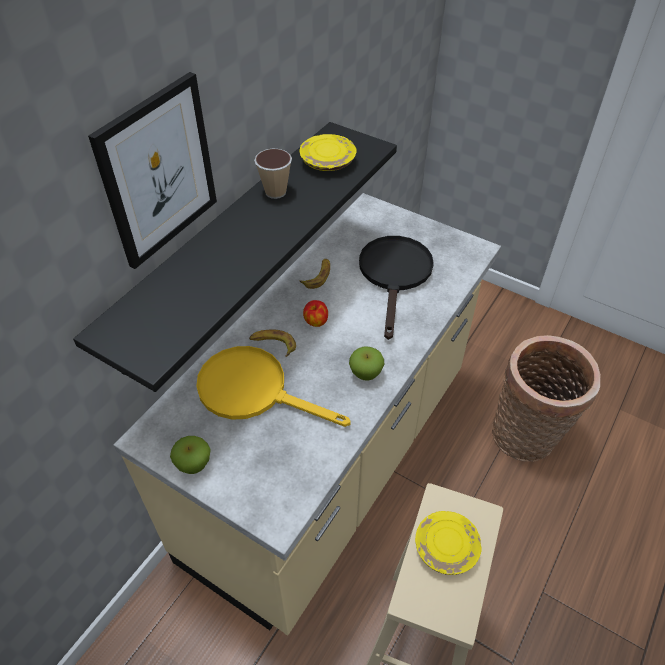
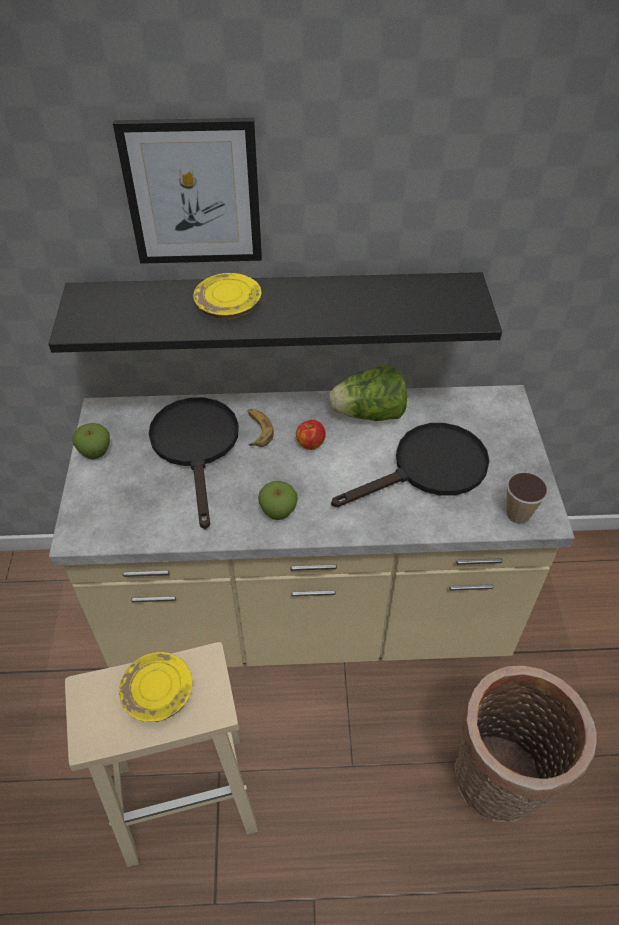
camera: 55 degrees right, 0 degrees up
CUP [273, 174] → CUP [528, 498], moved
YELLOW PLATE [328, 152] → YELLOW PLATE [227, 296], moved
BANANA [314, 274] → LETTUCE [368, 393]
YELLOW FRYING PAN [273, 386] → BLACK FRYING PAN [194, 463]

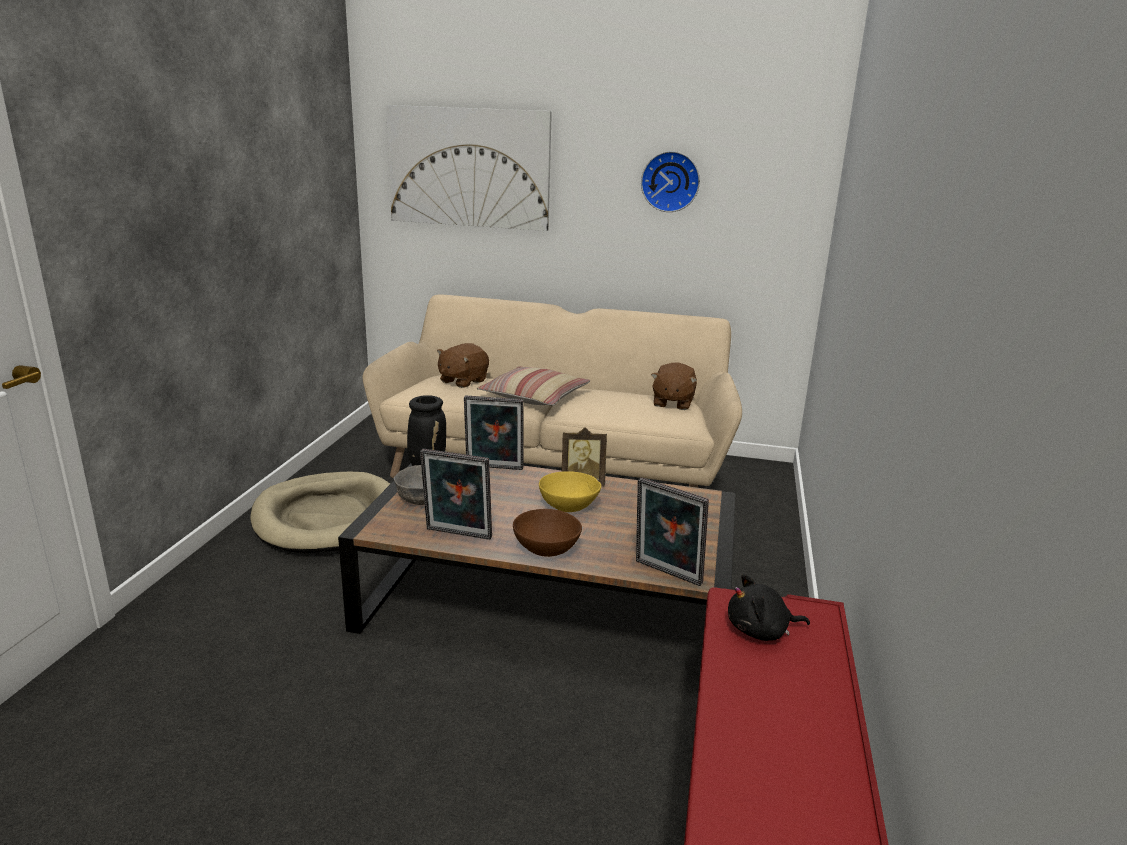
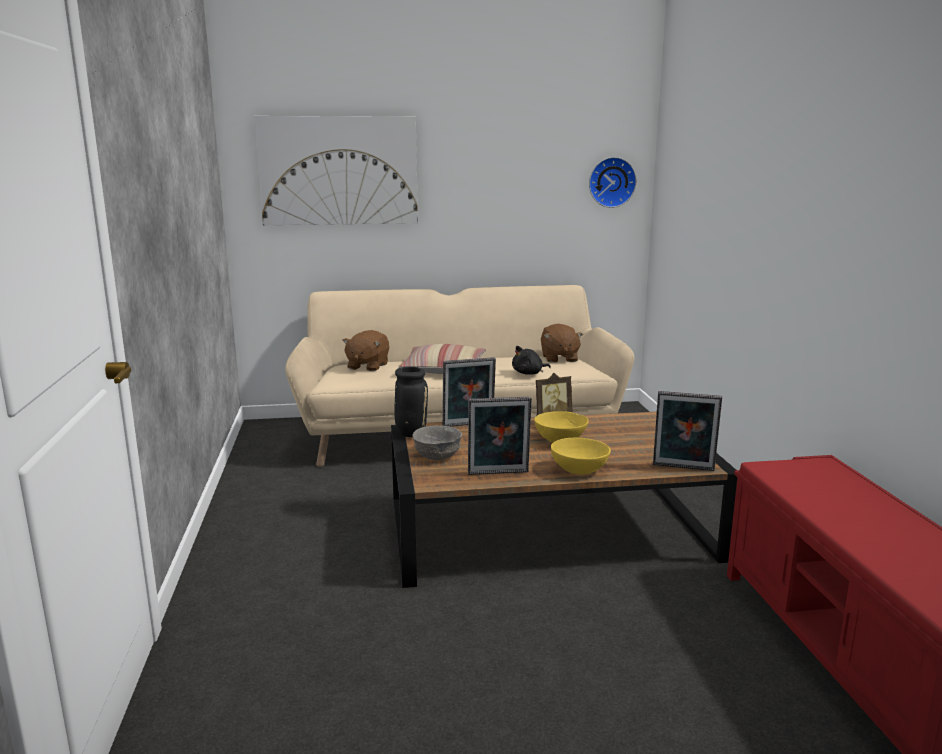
camera: 20 degrees left, 5 degrees down
BEIGE DOG BED [320, 512] → -
WALL CLOCK [670, 181] → WALL CLOCK [613, 182], moved
BLACK PLUSH TOY [769, 607] → BLACK PLUSH TOY [531, 360], moved
BROWN BOWL [547, 533] → YELLOW BOWL [581, 456]

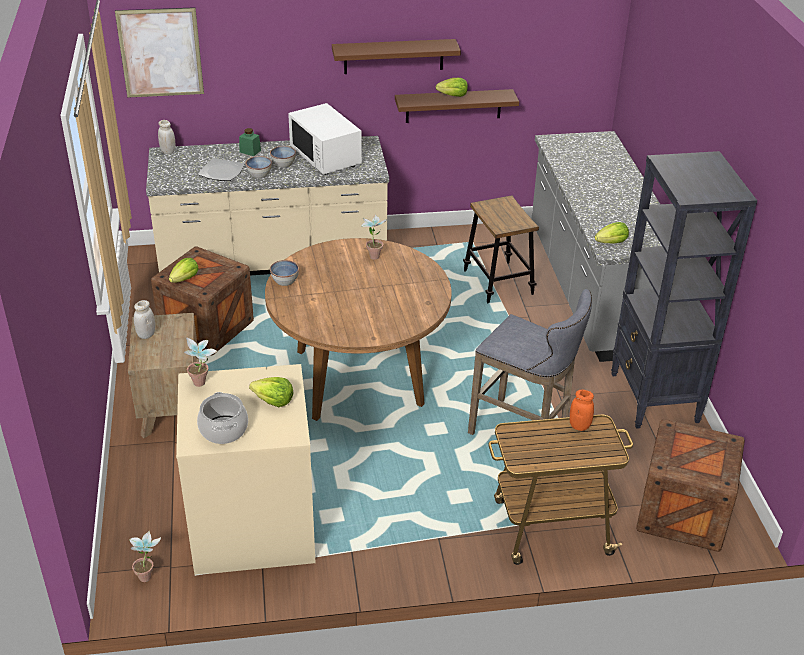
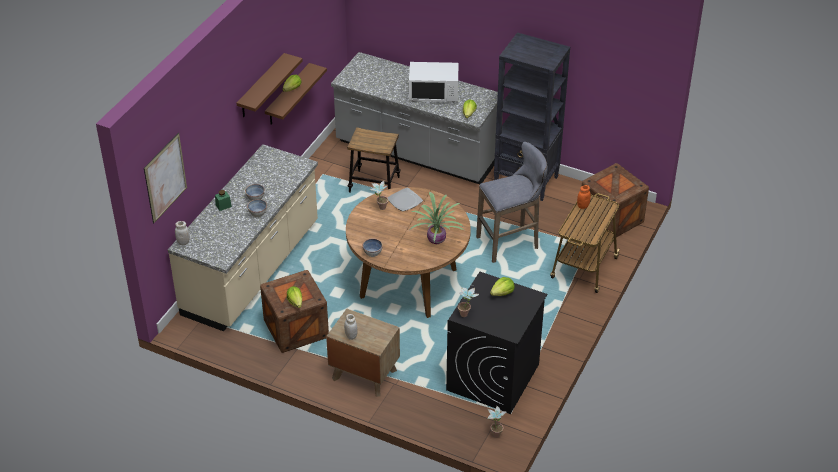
camera: 55 degrees left, 5 degrees up
COOKING POT [222, 418] → -
- → POTTED PLANT [437, 217]
PLATE [221, 169] → PLATE [405, 199], moved
WHITE MICROWAVE [325, 139] → WHITE MICROWAVE [434, 82], moved
BEIGE WASHING MACHINE [246, 469] → BLACK WASHING MACHINE [496, 343]

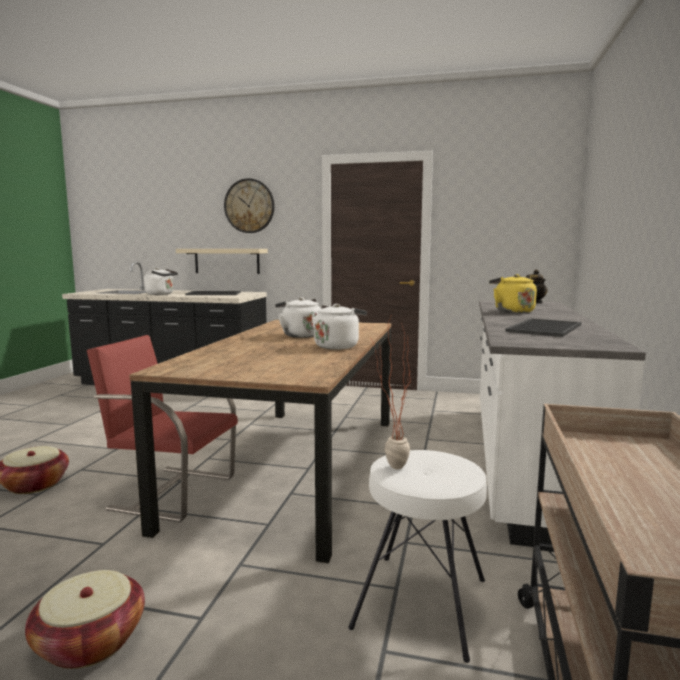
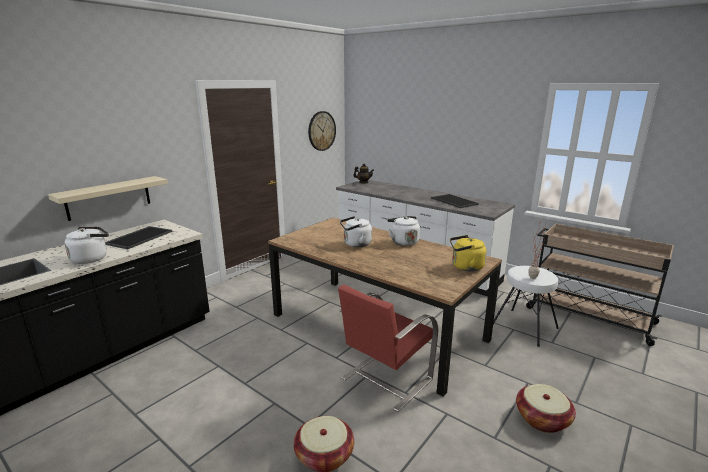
camera: 65 degrees left, 10 degrees up
WALL CLOCK [249, 205] → WALL CLOCK [322, 131], moved
YELLOW KETTLE [513, 293] → YELLOW KETTLE [468, 253], moved

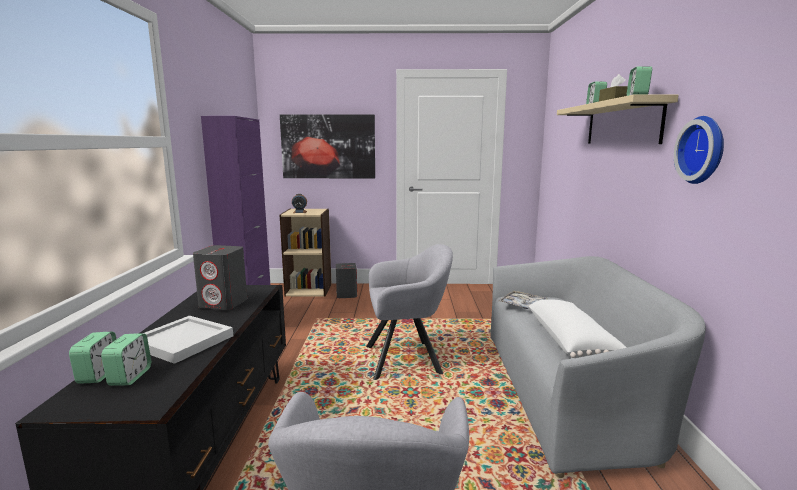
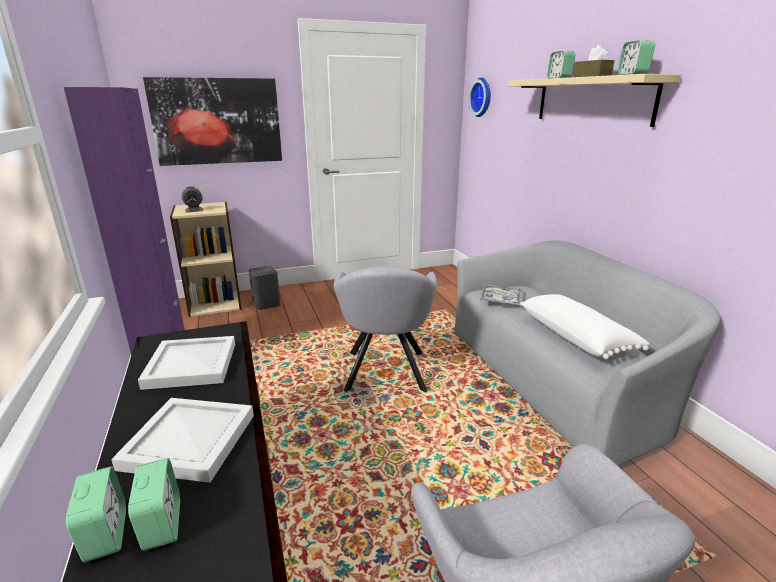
camera: 20 degrees left, 10 degrees up
WALL CLOCK [699, 150] → WALL CLOCK [480, 97], moved
GREY SPEAKER [220, 277] → WHITE TRAY [186, 363]
GREY ARMCHAIR [409, 312] → GREY ARMCHAIR [385, 329], 120 degrees clockwise

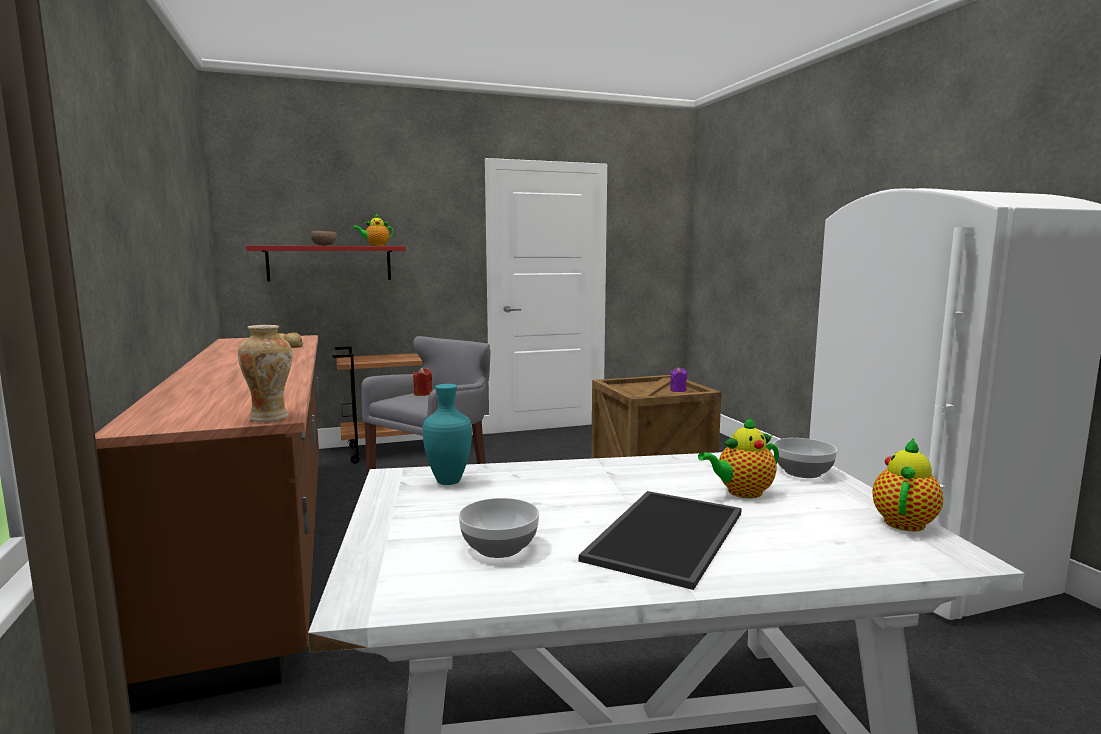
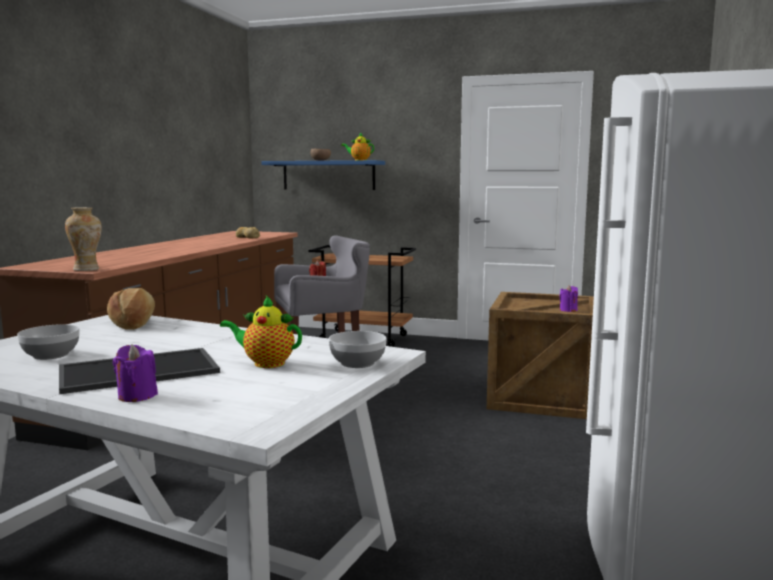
camera: 35 degrees right, 0 degrees up
TEAPOT [908, 484] → -
- → PURPLE CANDLE [135, 373]
TURQUOISE VASE [447, 434] → BREAD [131, 309]
RED SHELF [326, 263] → BLUE SHELF [323, 175]

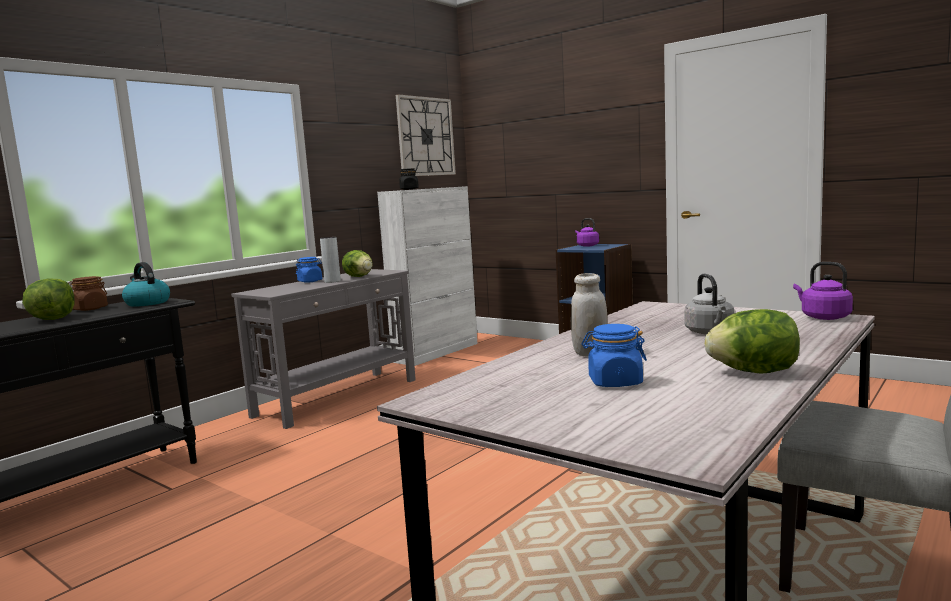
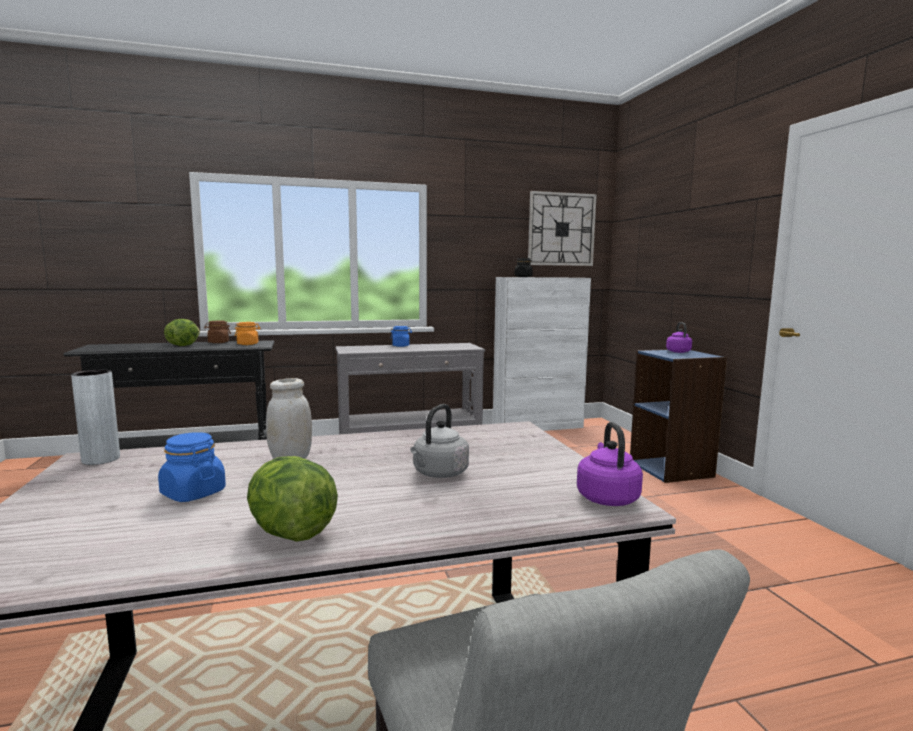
camera: 35 degrees right, 0 degrees up
LETTUCE [357, 263] → -
GREY VASE [330, 260] → GREY VASE [95, 417], moved
KETTLE [146, 284] → ORANGE JAR [247, 333]

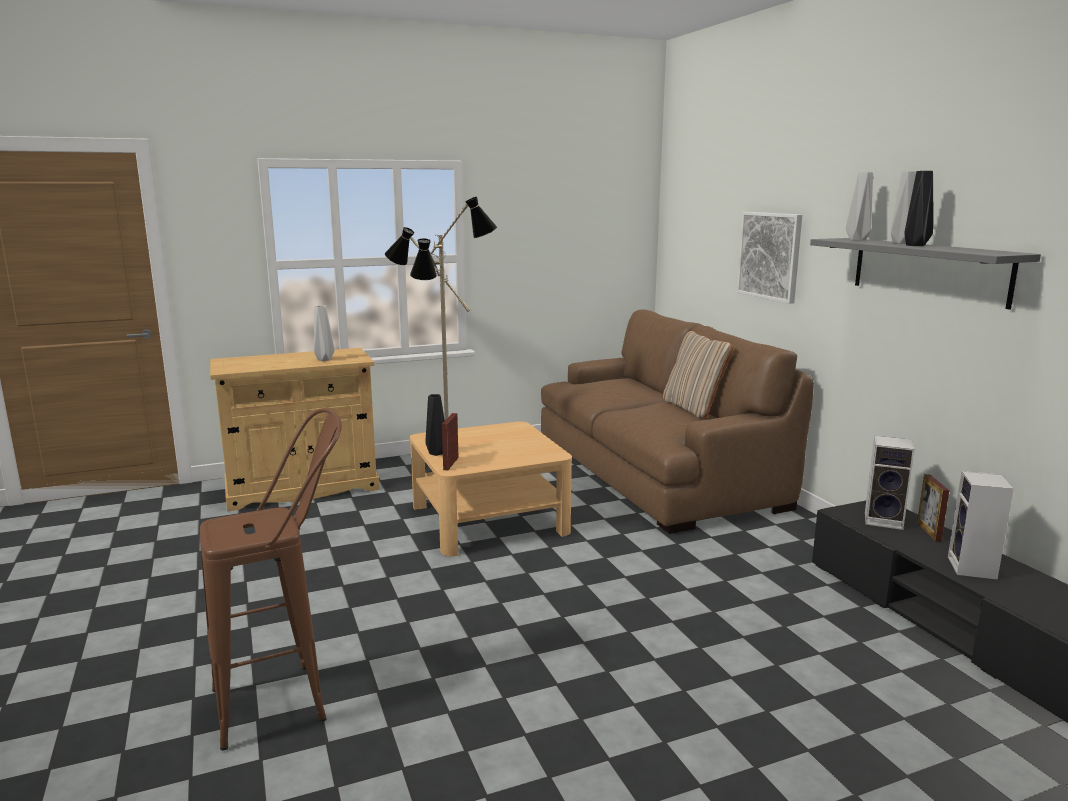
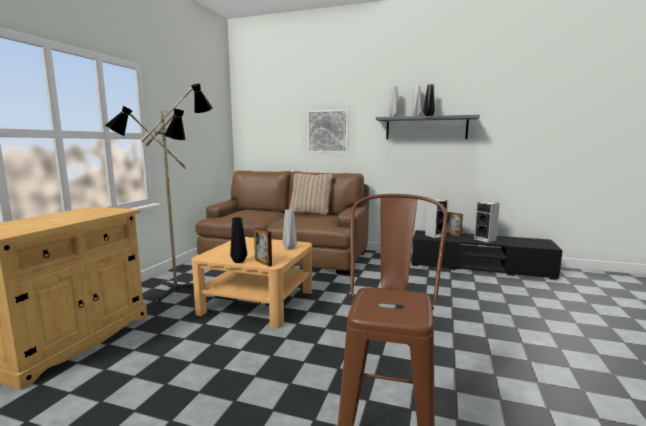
camera: 50 degrees left, 5 degrees down
GREY VASE [324, 333] → GREY VASE [289, 229], moved

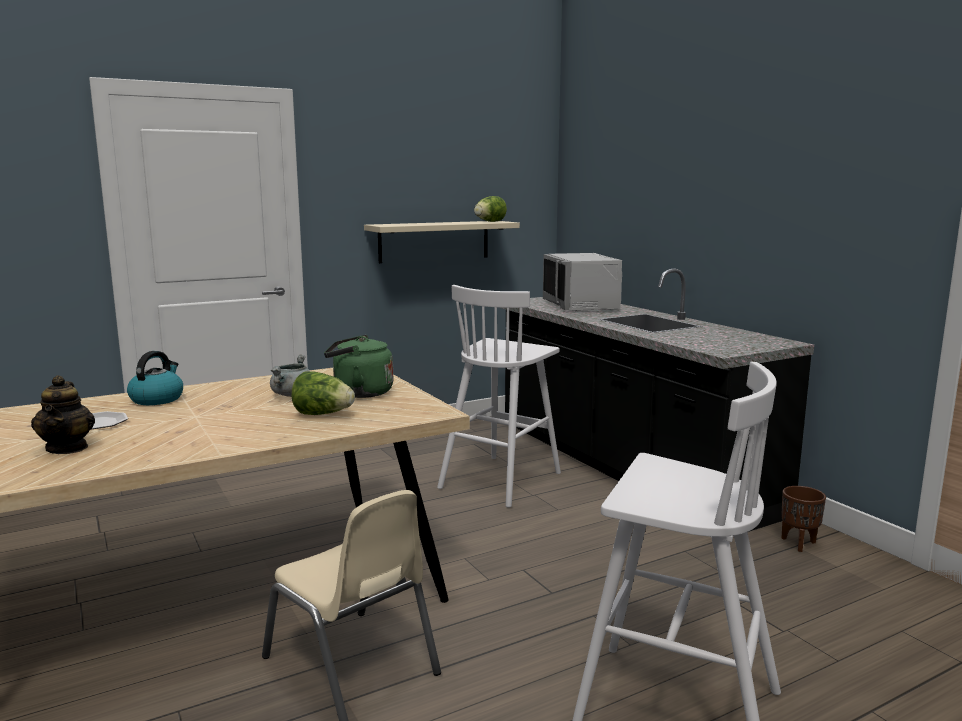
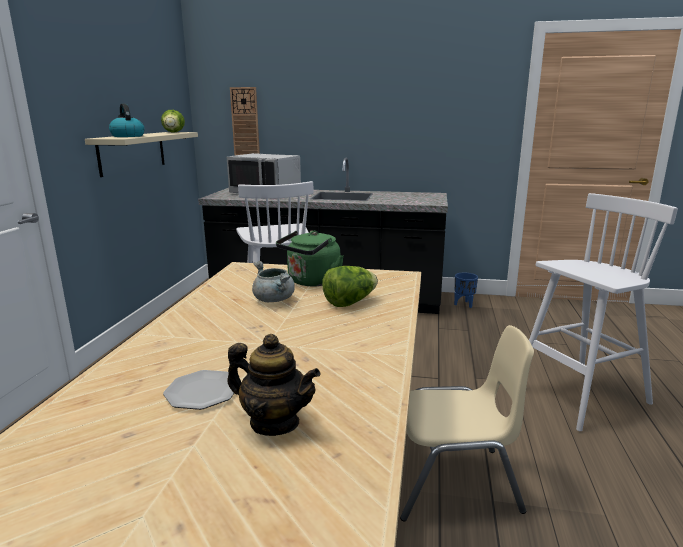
camera: 50 degrees left, 5 degrees up
- → WALL CLOCK [245, 121]
KETTLE [155, 378] → KETTLE [127, 120], moved
BROWN PLANTER [803, 519] → BLUE PLANTER [466, 290]

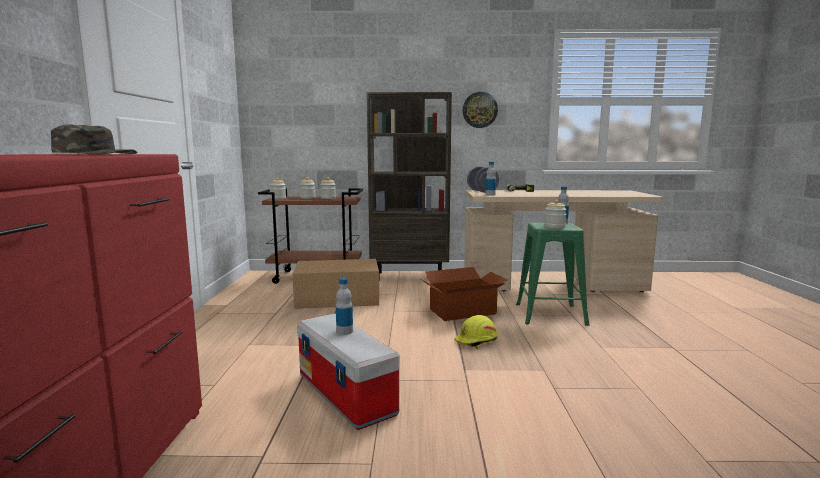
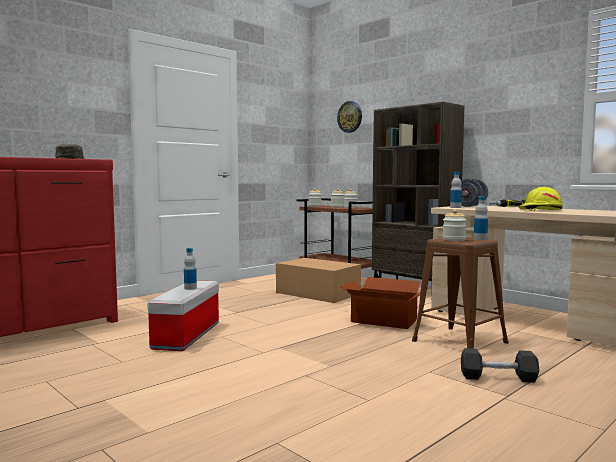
camera: 45 degrees right, 5 degrees down
- → GREY DUMBBELL [500, 365]
YELLOW HARD HAT [476, 332] → YELLOW HARD HAT [540, 199], moved
WALL CLOCK [480, 110] → WALL CLOCK [349, 117], moved
GREEN STOOL [552, 274] → BROWN STOOL [460, 292]

